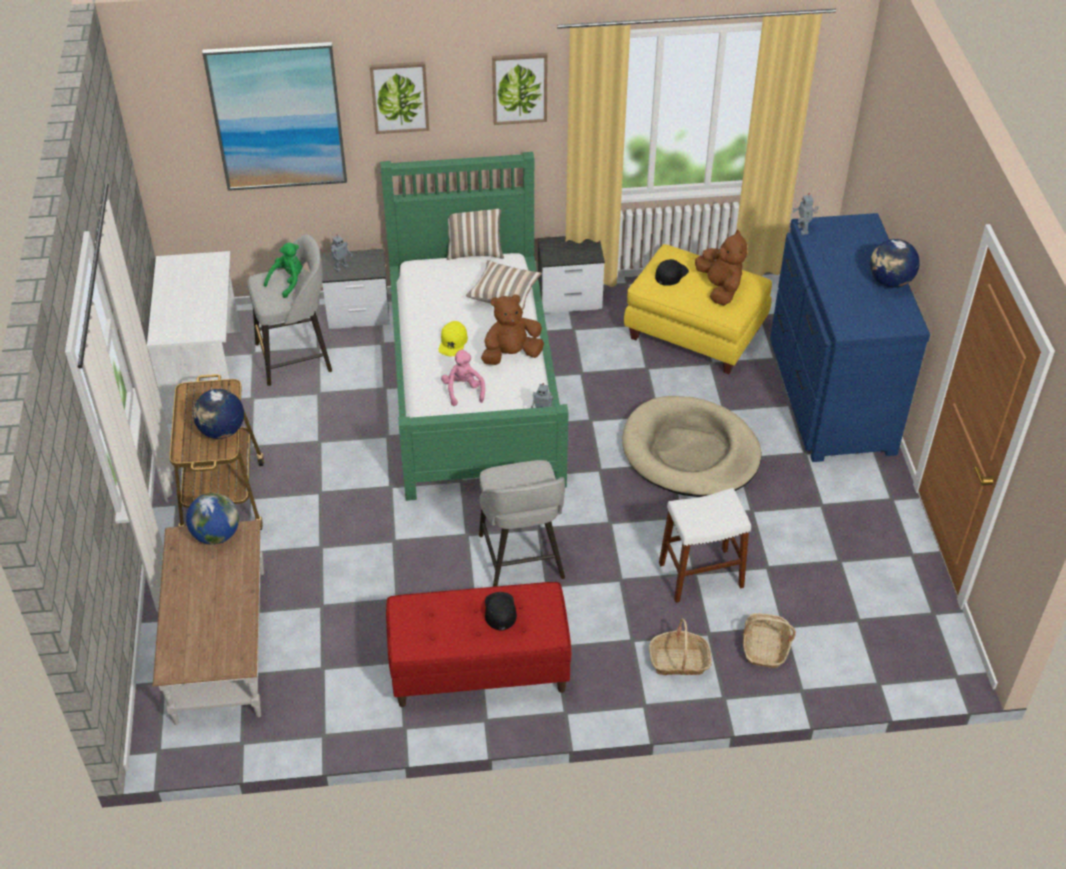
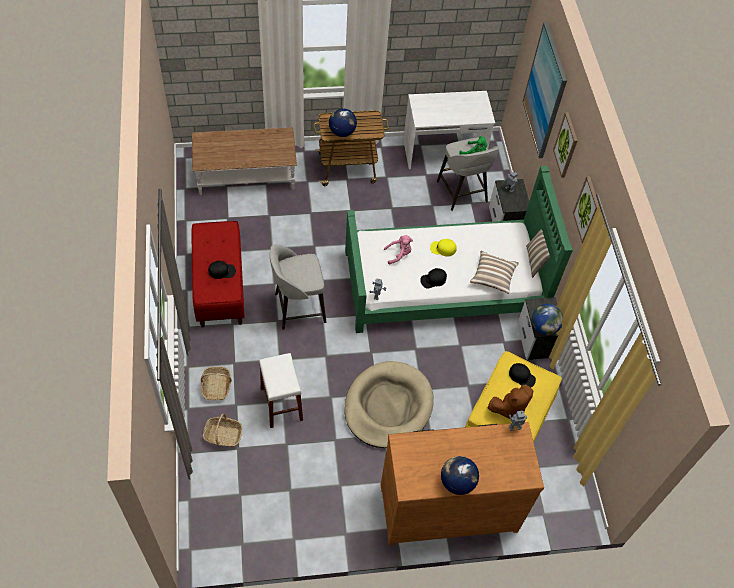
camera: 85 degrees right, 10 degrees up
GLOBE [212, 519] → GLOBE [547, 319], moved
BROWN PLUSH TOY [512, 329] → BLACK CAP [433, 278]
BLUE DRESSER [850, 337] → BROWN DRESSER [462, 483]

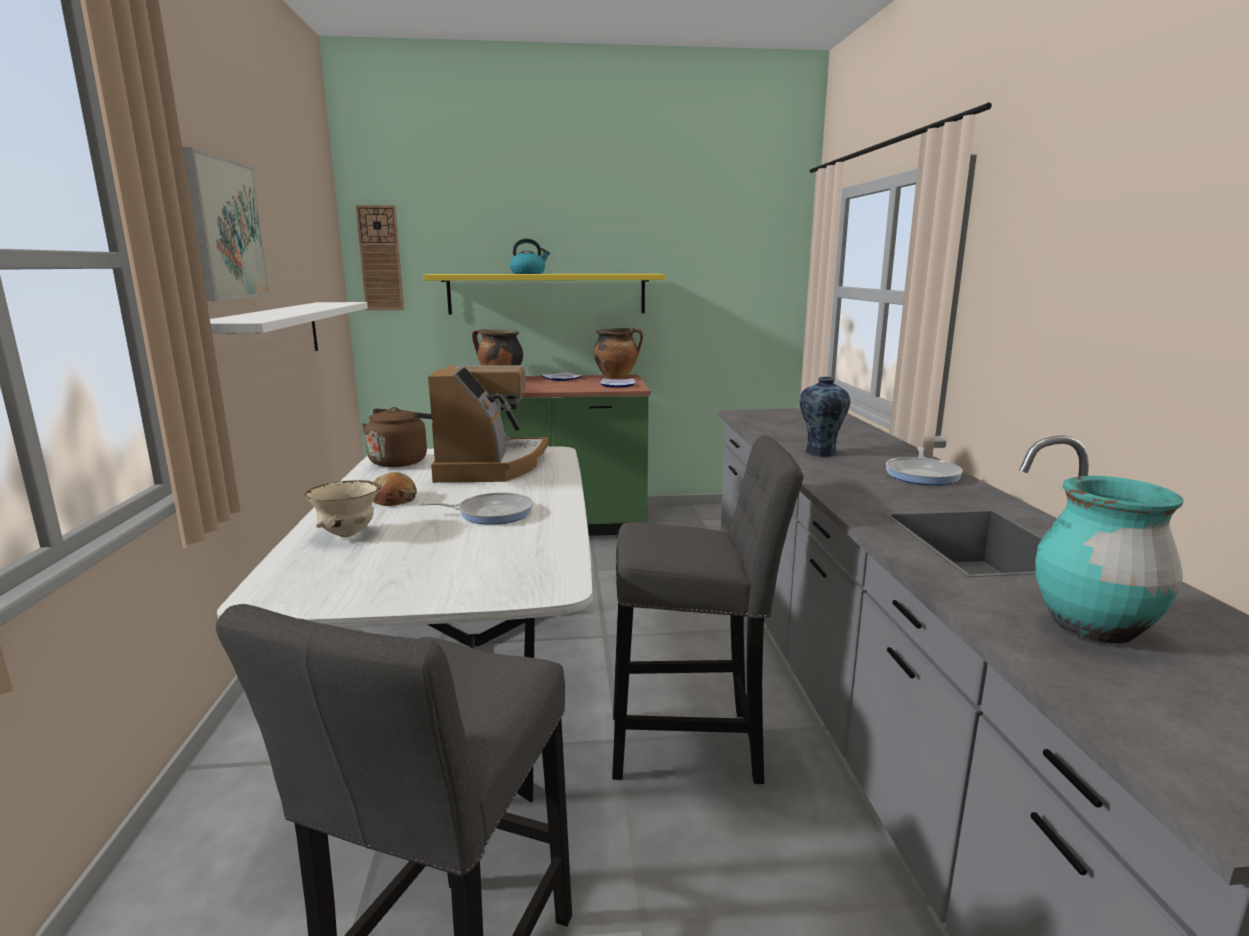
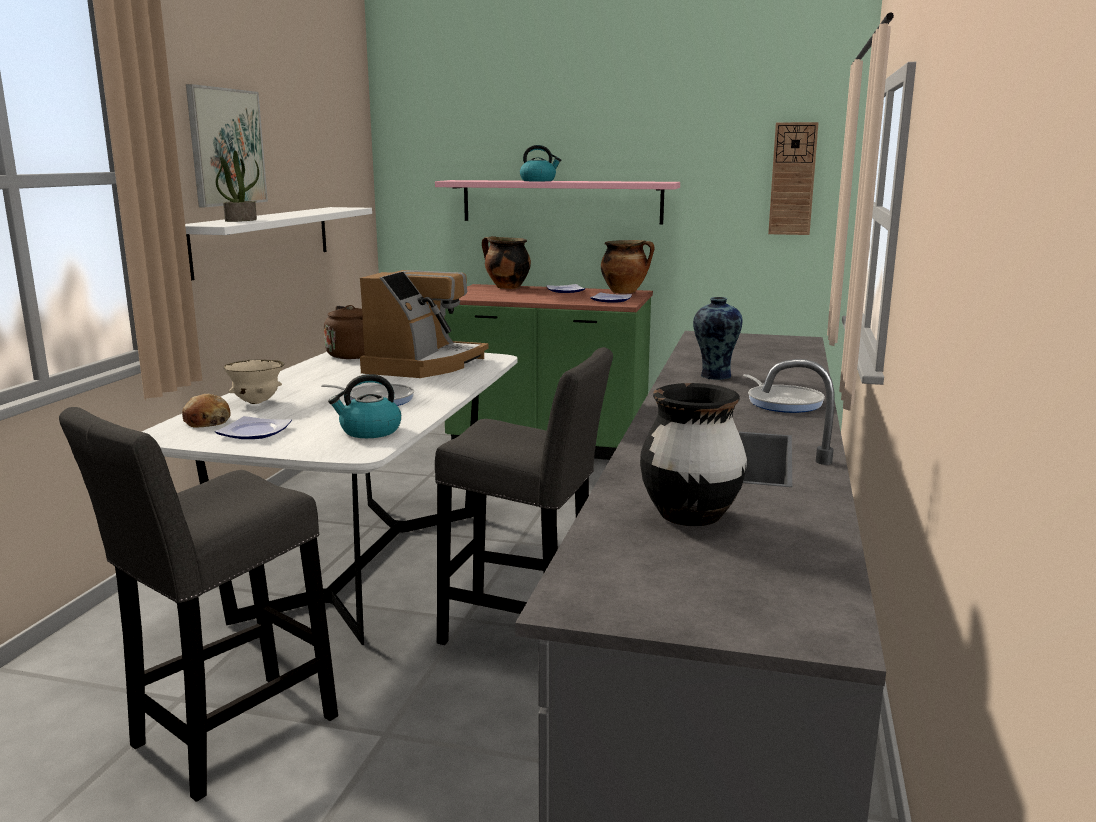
camera: 20 degrees right, 0 degrees up
- → PLATE [253, 427]
- → POTTED PLANT [237, 186]
- → KETTLE [364, 406]
WALL CLOCK [379, 257] → WALL CLOCK [793, 178], moved
BREAD [395, 489] → BREAD [206, 410], moved
YELLOW SHELF [544, 294] → PINK SHELF [557, 202]
TURQUOISE VASE [1109, 560] → BLACK VASE [693, 454]
FRYING PAN [924, 466] → FRYING PAN [784, 393], 60 degrees counterclockwise

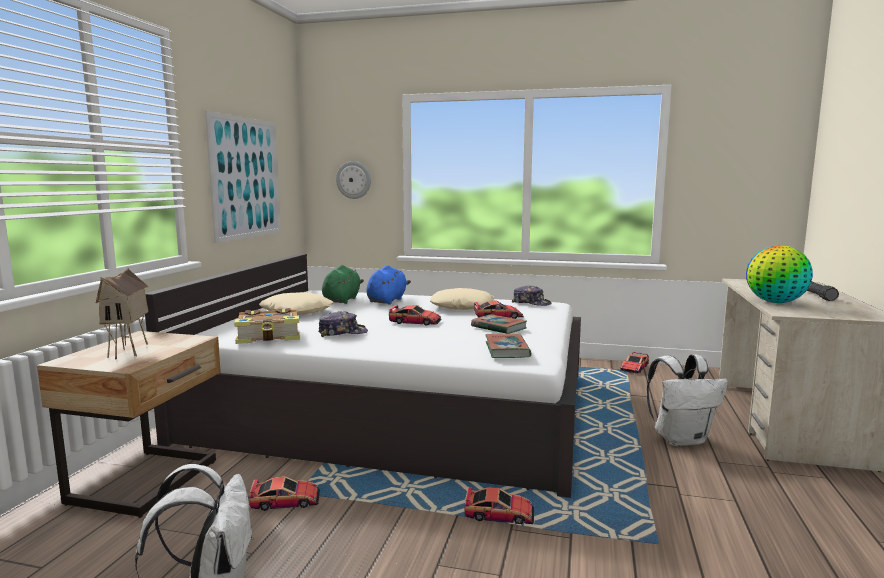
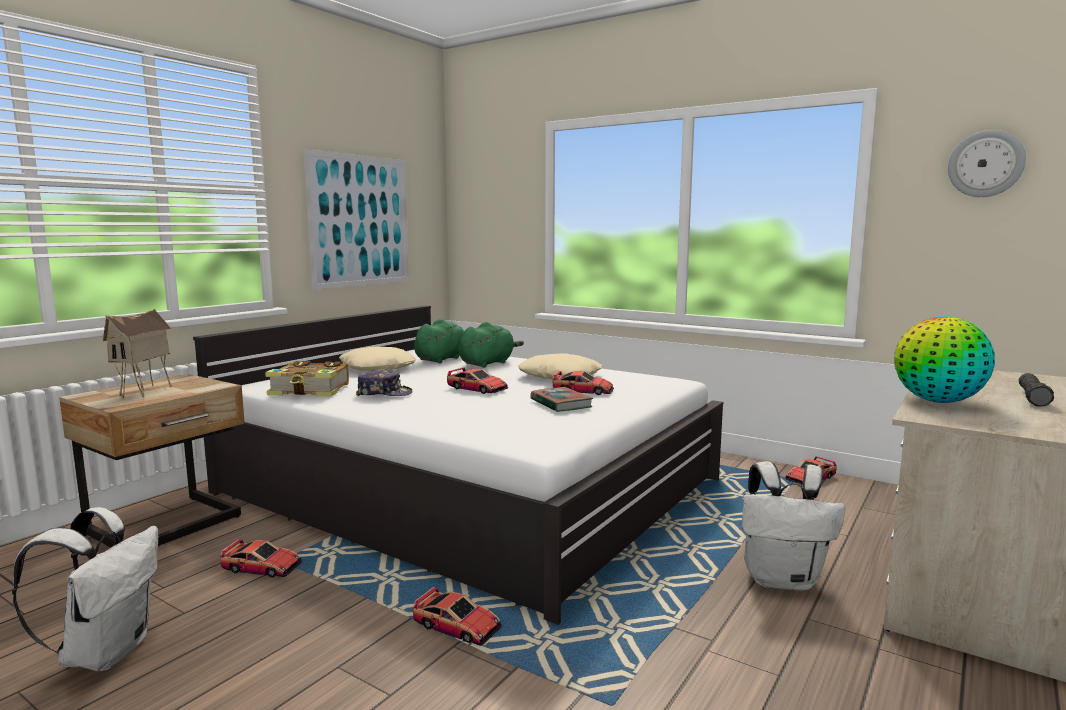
camera: 20 degrees right, 0 degrees up
BOOK [508, 346] → -
CAP [531, 295] → -
WALL CLOCK [353, 180] → WALL CLOCK [987, 163], moved
BLUE PLUSH TOY [388, 285] → GREEN PLUSH TOY [491, 345]

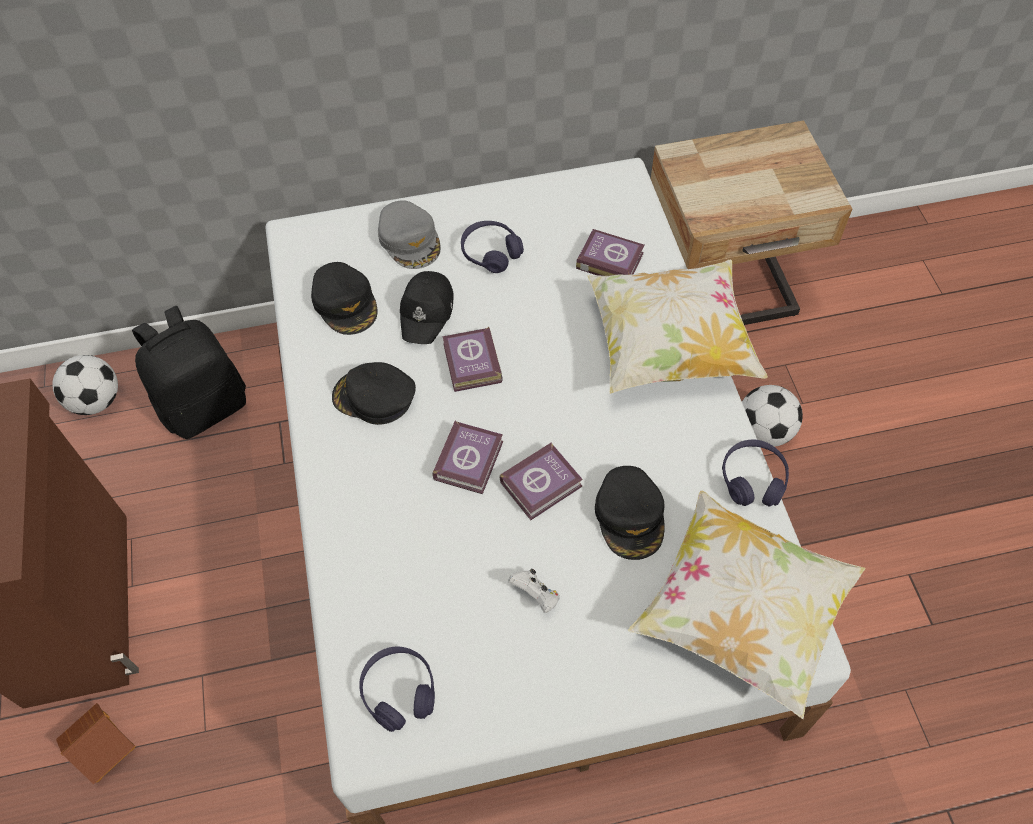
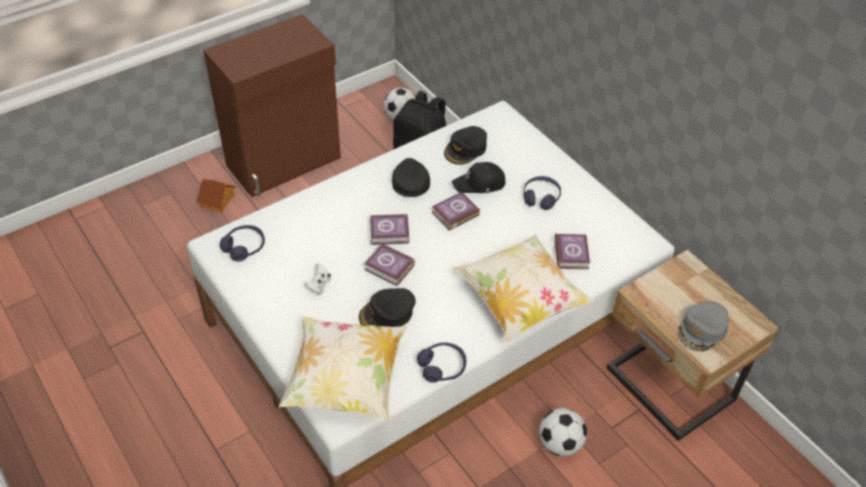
camera: 65 degrees right, 10 degrees down
GREY CAP [409, 234] → GREY CAP [702, 326], moved

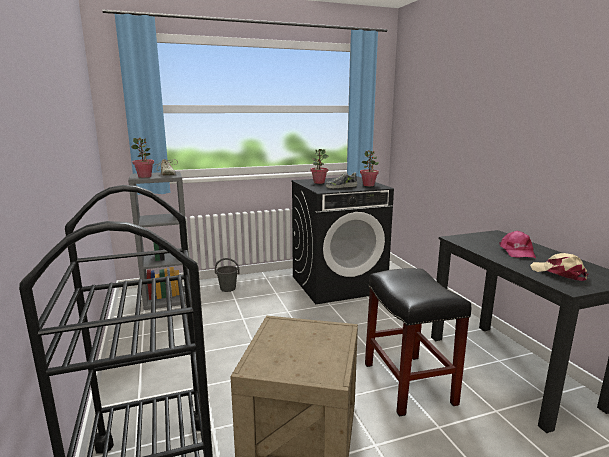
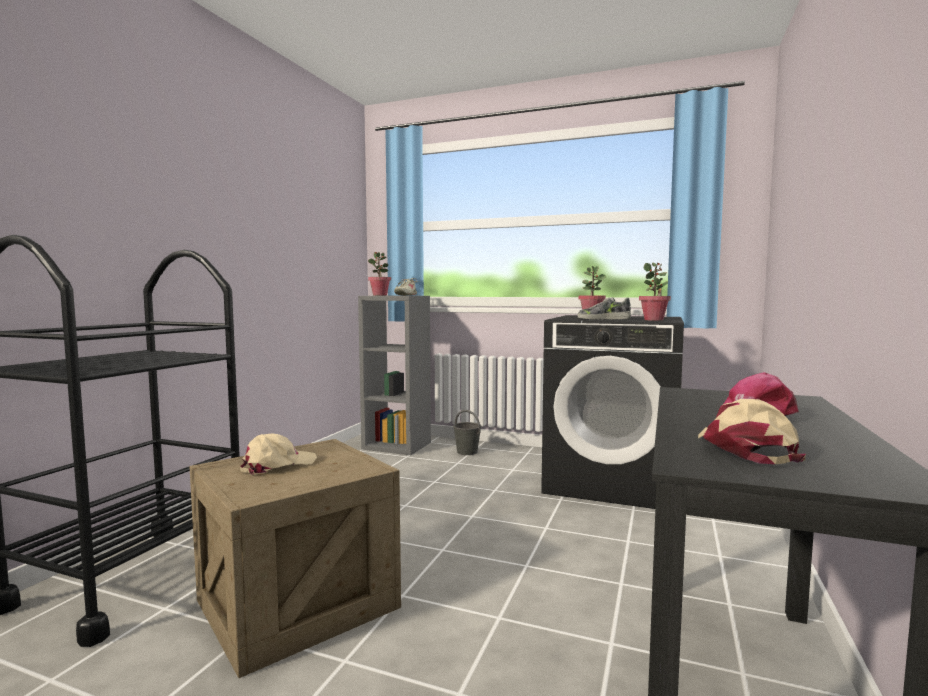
camera: 40 degrees right, 10 degrees down
BLACK STOOL [418, 342] → -
- → BEIGE CAP [278, 454]

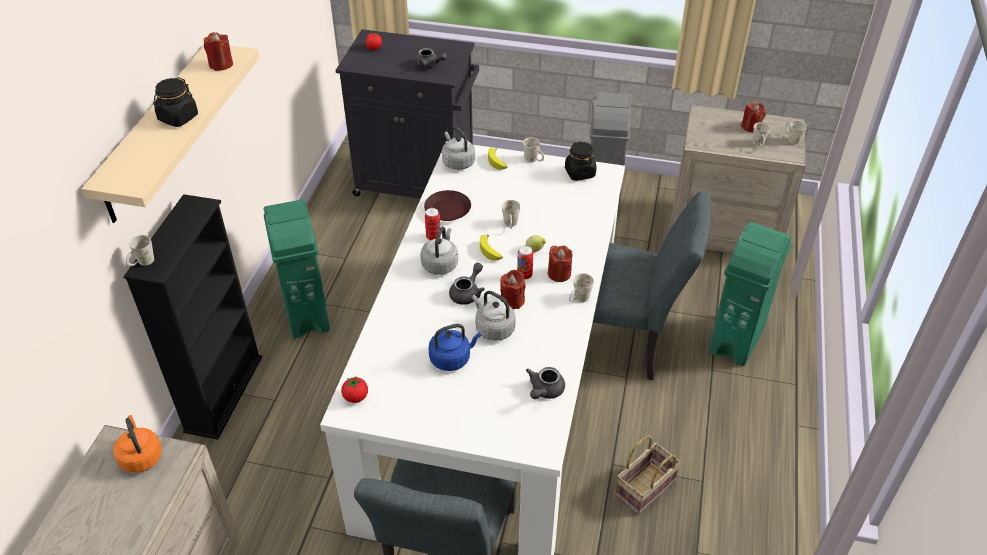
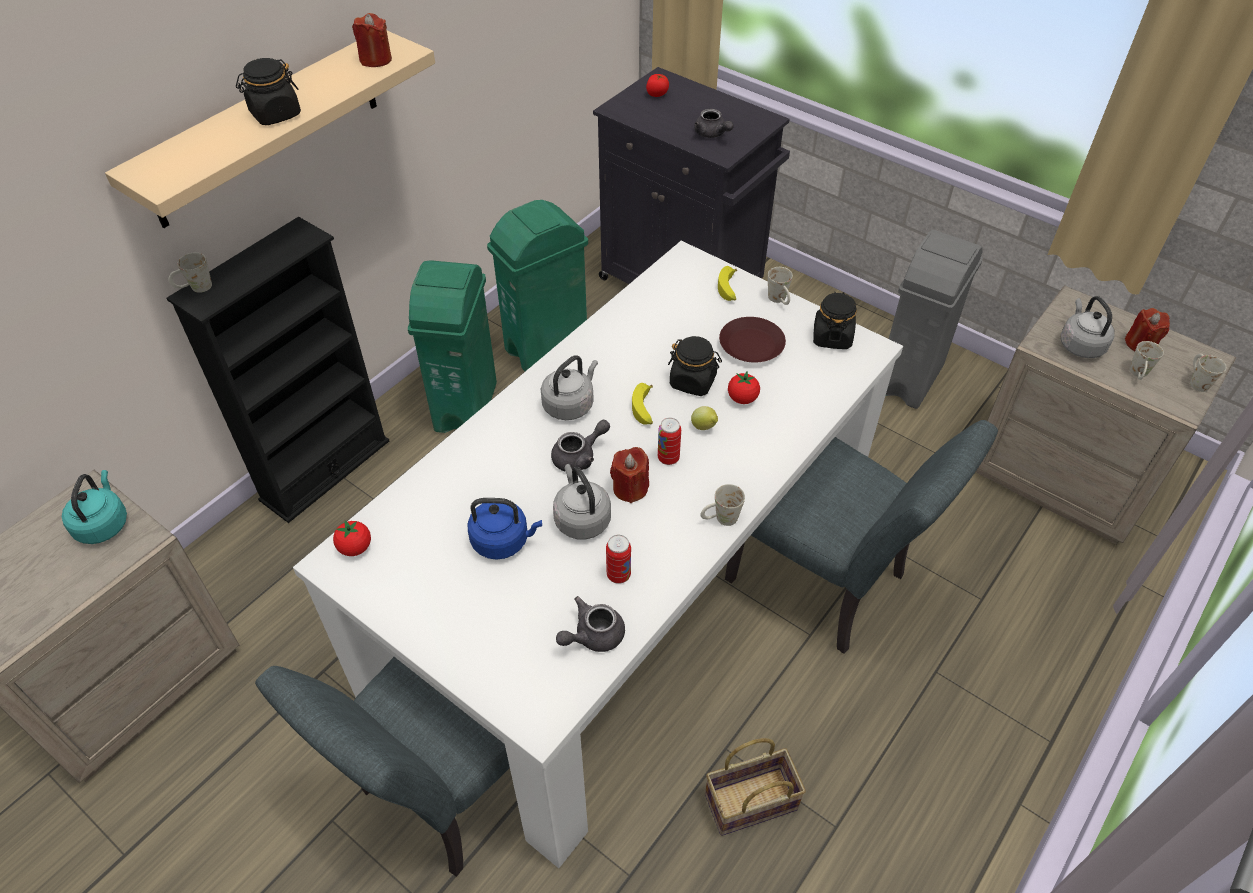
camera: 25 degrees right, 5 degrees up
RED CANDLE [560, 263] → -
- → TOMATO [744, 388]
BROWN PLATE [447, 205] → BROWN PLATE [752, 339], moved
CAN [433, 224] → CAN [618, 559], moved
GREY KETTLE [458, 148] → GREY KETTLE [1088, 327], moved
GREEN TRASH CAN [750, 294] → GREEN TRASH CAN [537, 285], moved
WHITE MUG [511, 214] → BLACK JAR [695, 366]
ORANGE KETTLE [138, 444] → TURQUOISE KETTLE [94, 507]

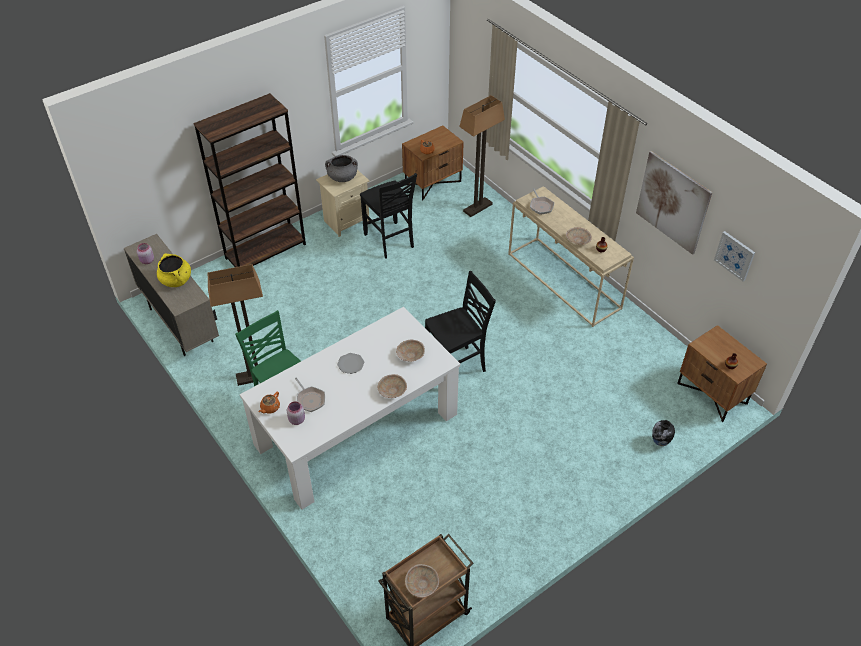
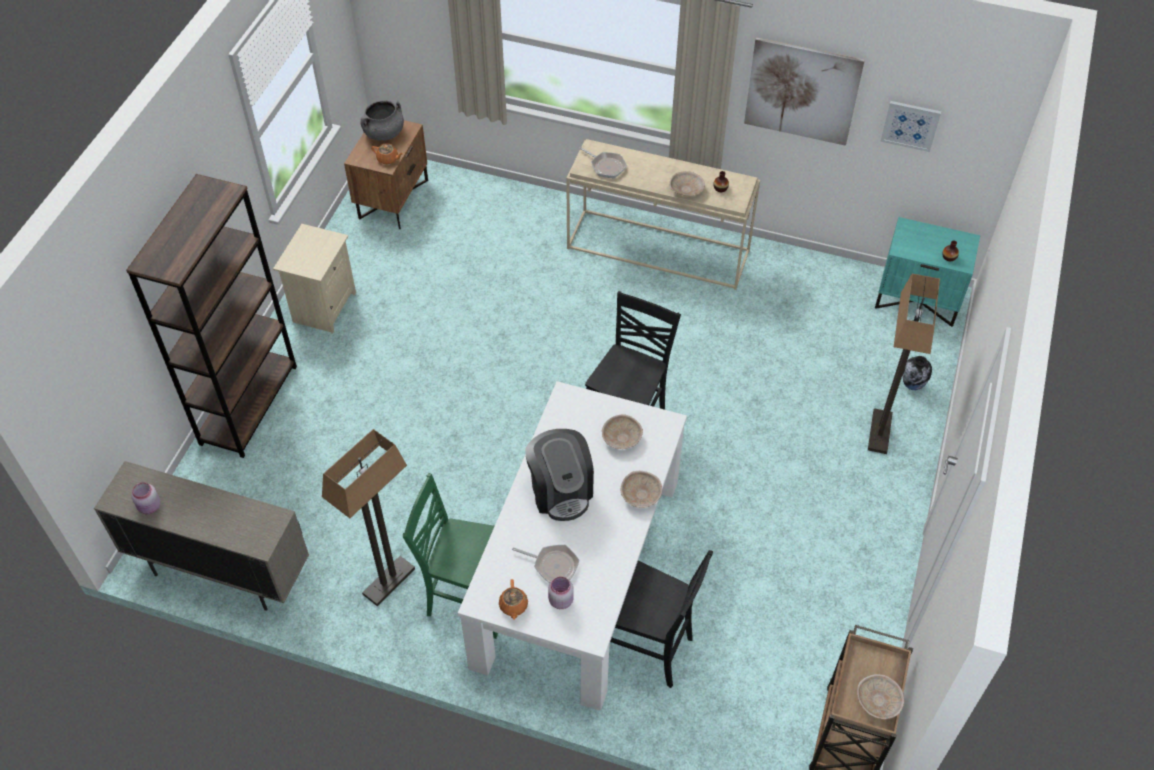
camera: 35 degrees left, 5 degrees up
YELLOW COOKING POT [174, 270] → -
GREY COOKING POT [341, 168] → GREY COOKING POT [382, 120], moved
BLACK CHAIR [388, 216] → BLACK CHAIR [661, 619], moved
FLOOR LAMP [482, 156] → FLOOR LAMP [904, 364], moved
PLATE [351, 363] → COFFEE MACHINE [559, 475]
BROWN NIGHTSTAND [722, 373] → TURQUOISE NIGHTSTAND [927, 272]

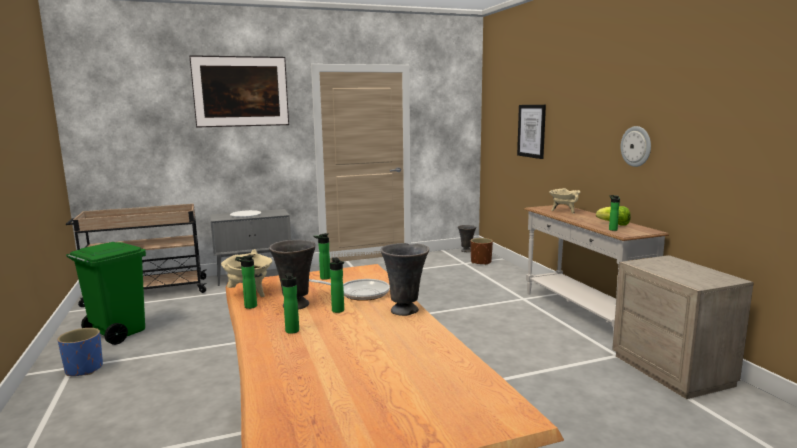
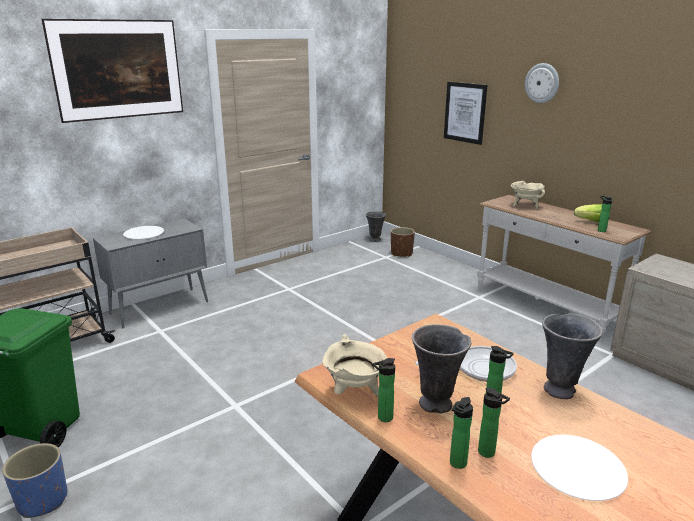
camera: 20 degrees left, 10 degrees up
- → WHITE PLATE [579, 468]
BOTTLE [322, 256] → BOTTLE [461, 433], moved
WALL CLOCK [636, 146] → WALL CLOCK [542, 83], moved

